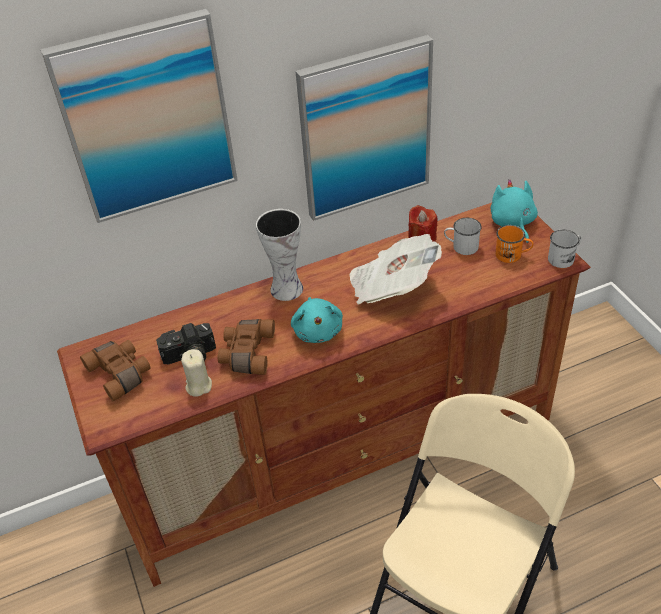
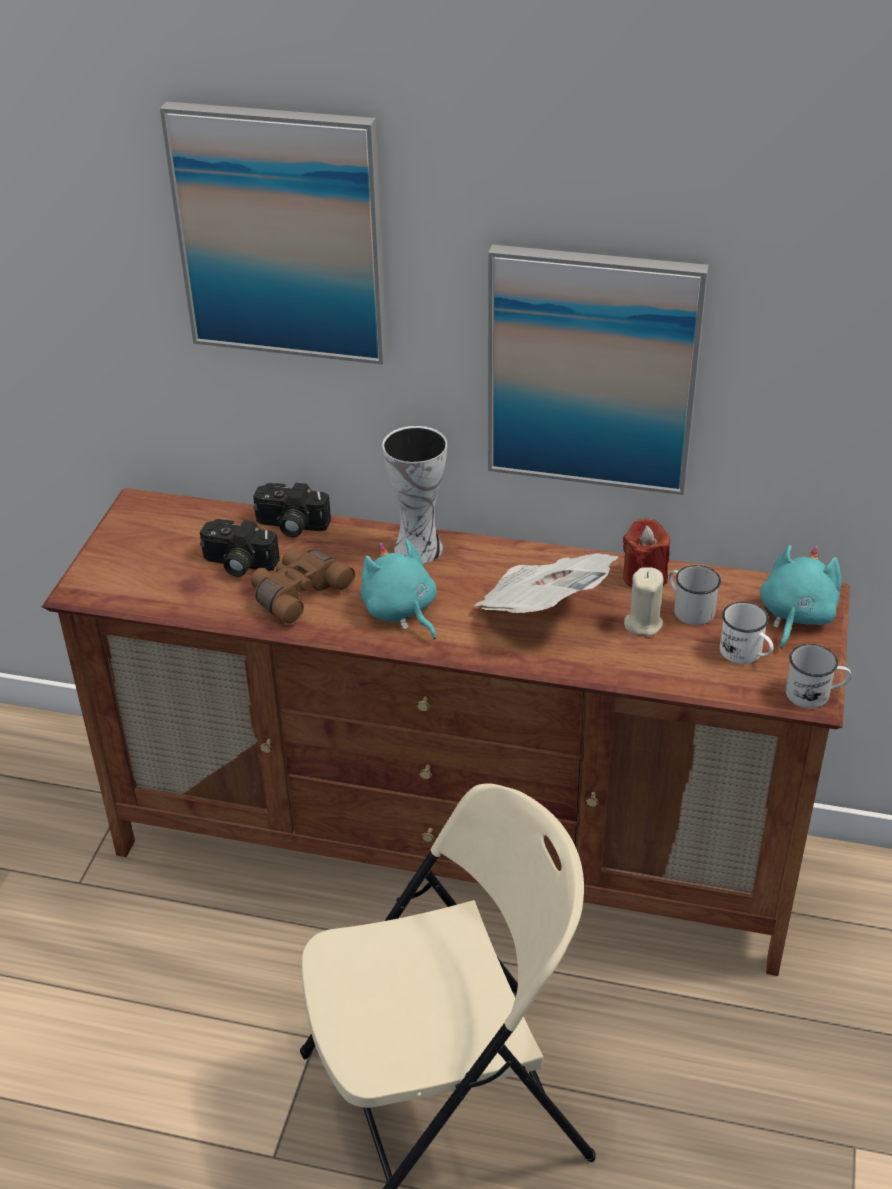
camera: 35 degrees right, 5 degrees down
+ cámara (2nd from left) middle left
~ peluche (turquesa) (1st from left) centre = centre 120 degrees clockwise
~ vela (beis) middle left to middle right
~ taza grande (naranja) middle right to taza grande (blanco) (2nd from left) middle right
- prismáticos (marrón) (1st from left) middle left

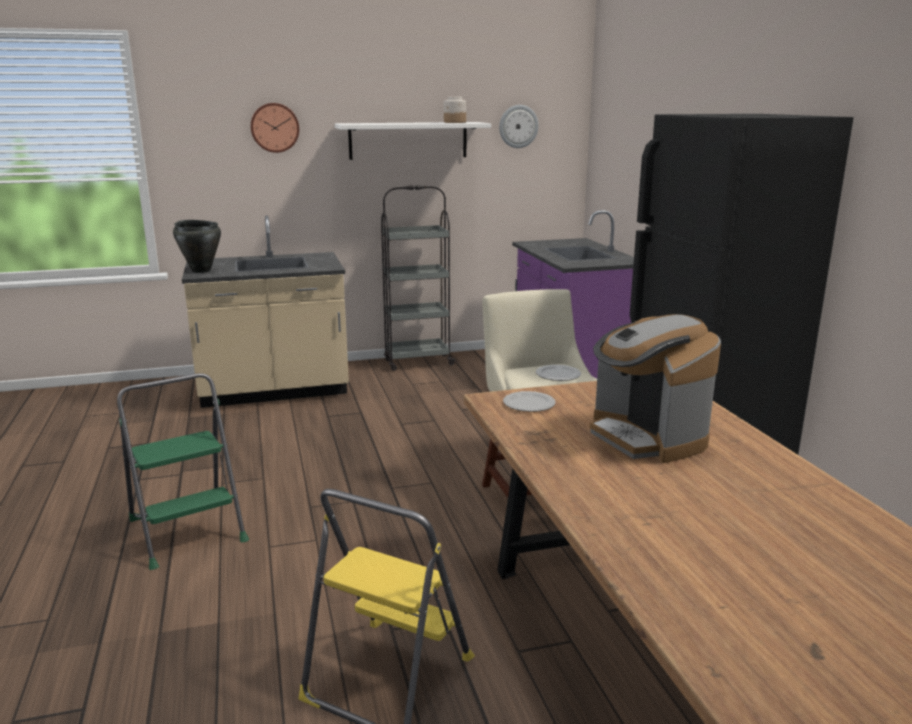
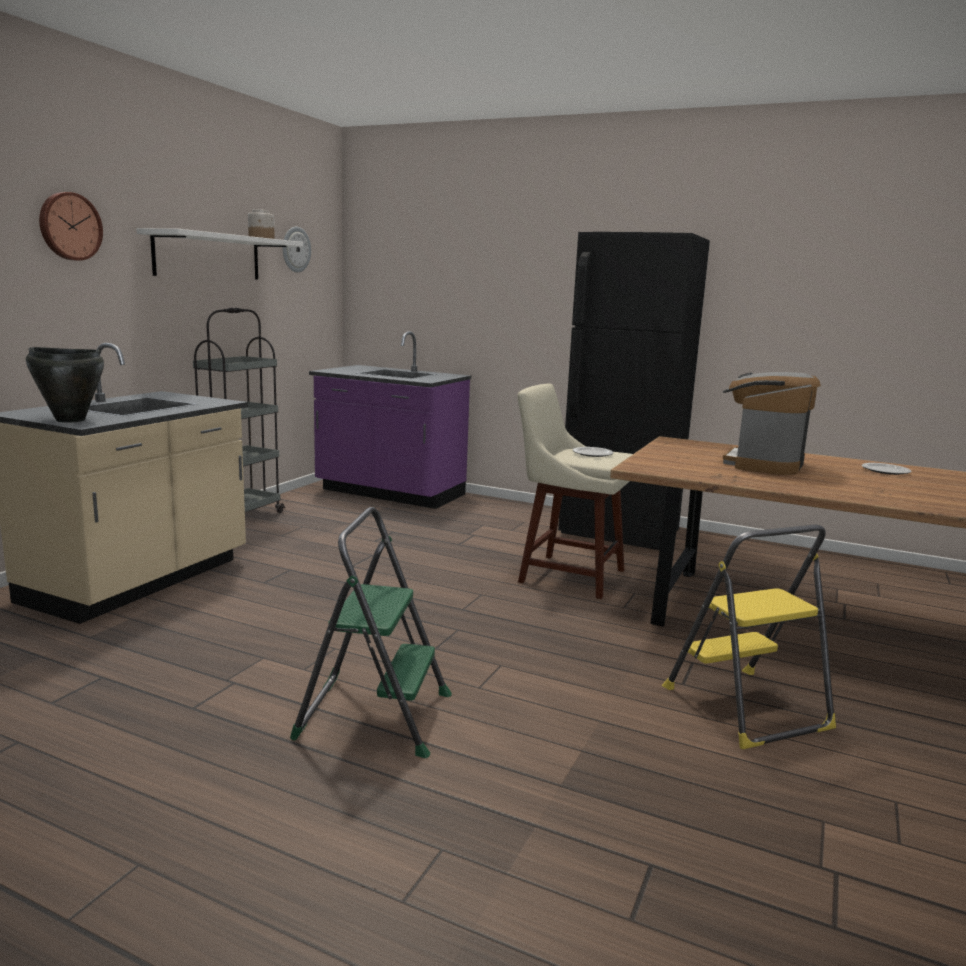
camera: 50 degrees left, 5 degrees down
~ cafetera middle right = middle right 105 degrees clockwise
~ plato (1st from left in the first image) centre to plato (2nd from left) middle right

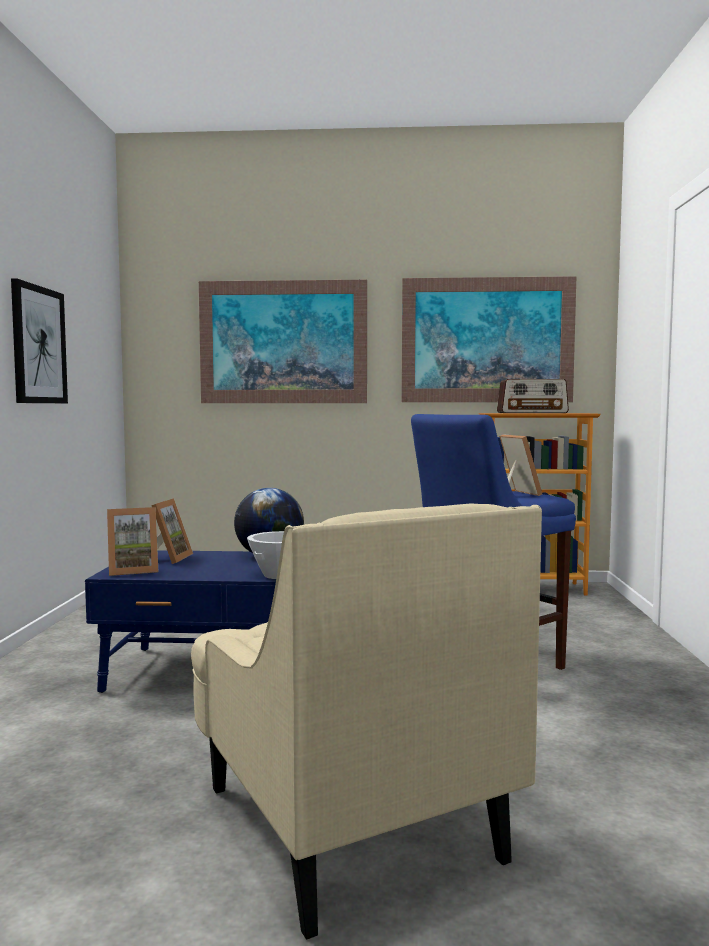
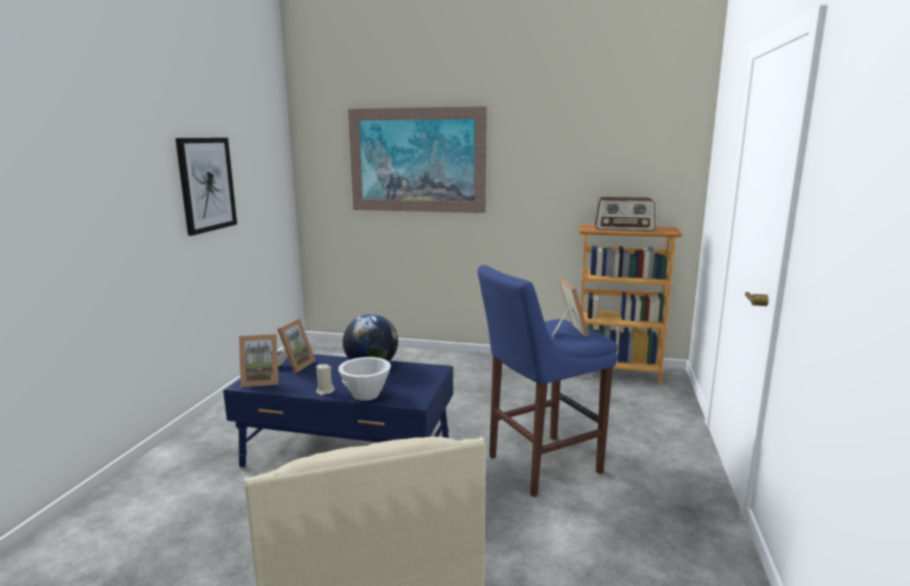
camera: 10 degrees right, 10 degrees up
+ vela (beis) centre
- cuadro (3rd from left) middle right

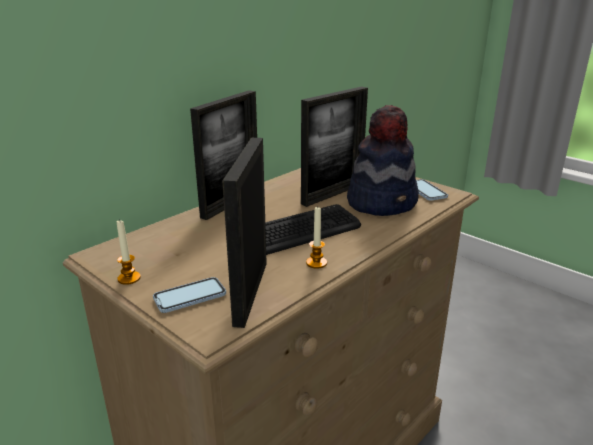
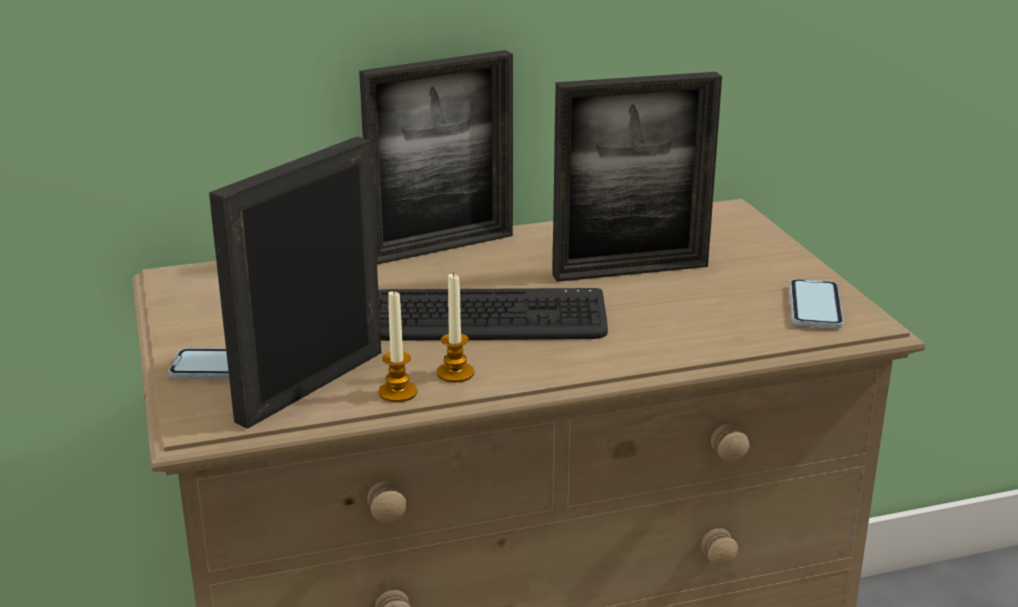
camera: 30 degrees right, 0 degrees up
~ vela (1st from left) middle left to centre
- sombrero centre

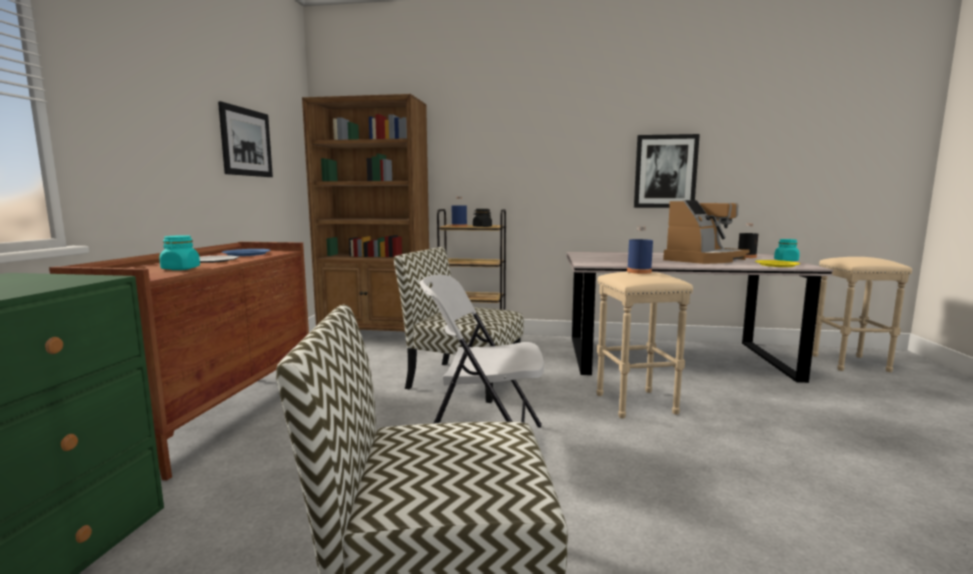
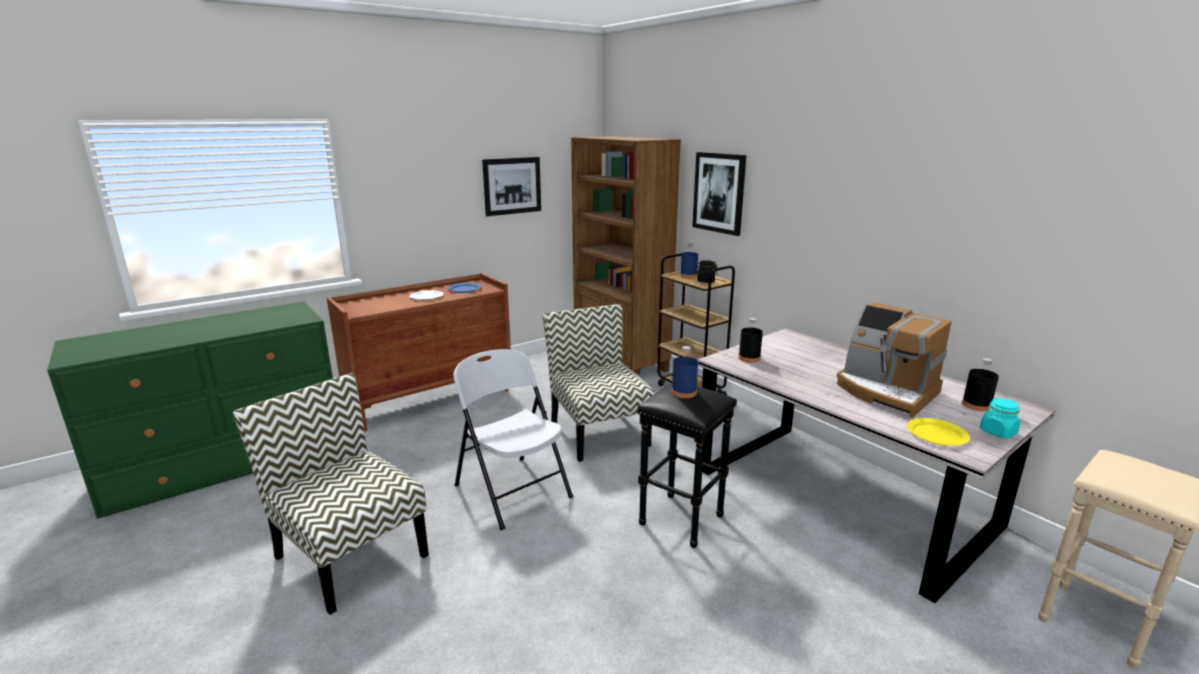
camera: 45 degrees right, 10 degrees up
~ taburete (beis) (1st from left) centre to taburete (negro) bottom centre
~ cuadro (2nd from left) top right to top centre
+ botella (negro) (1st from left) centre
~ cafetera middle right = middle right 45 degrees clockwise
- tarro (turquesa) (1st from left) middle left

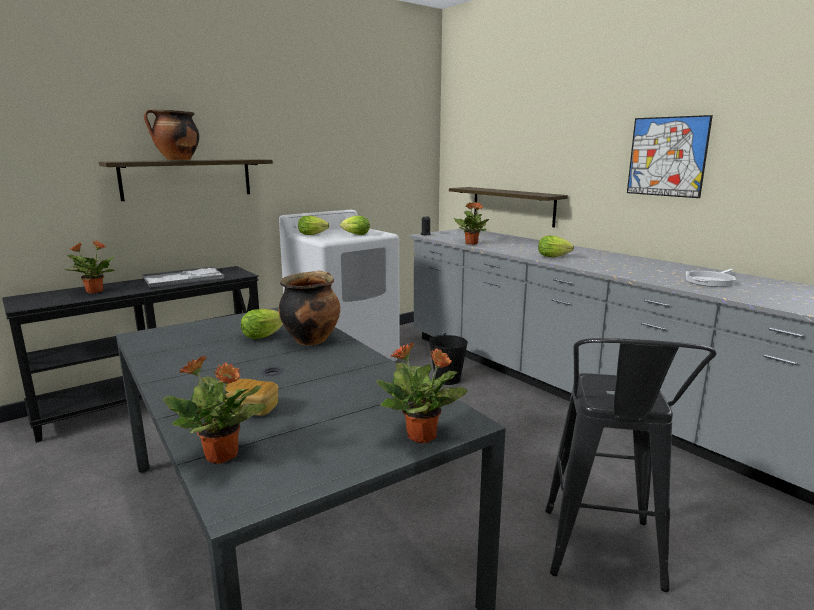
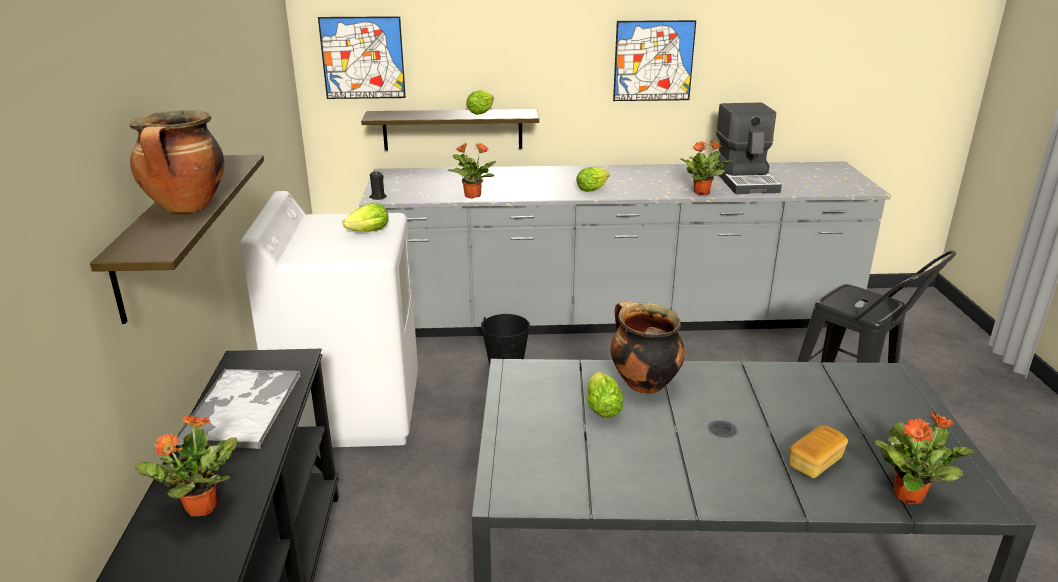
camera: 55 degrees left, 10 degrees up
+ cuadro (1st from left) top centre
~ lechuga (2nd from left) centre to top centre
~ planta en maceta (3rd from left) centre to top right
~ sartén middle right to cafetera top right

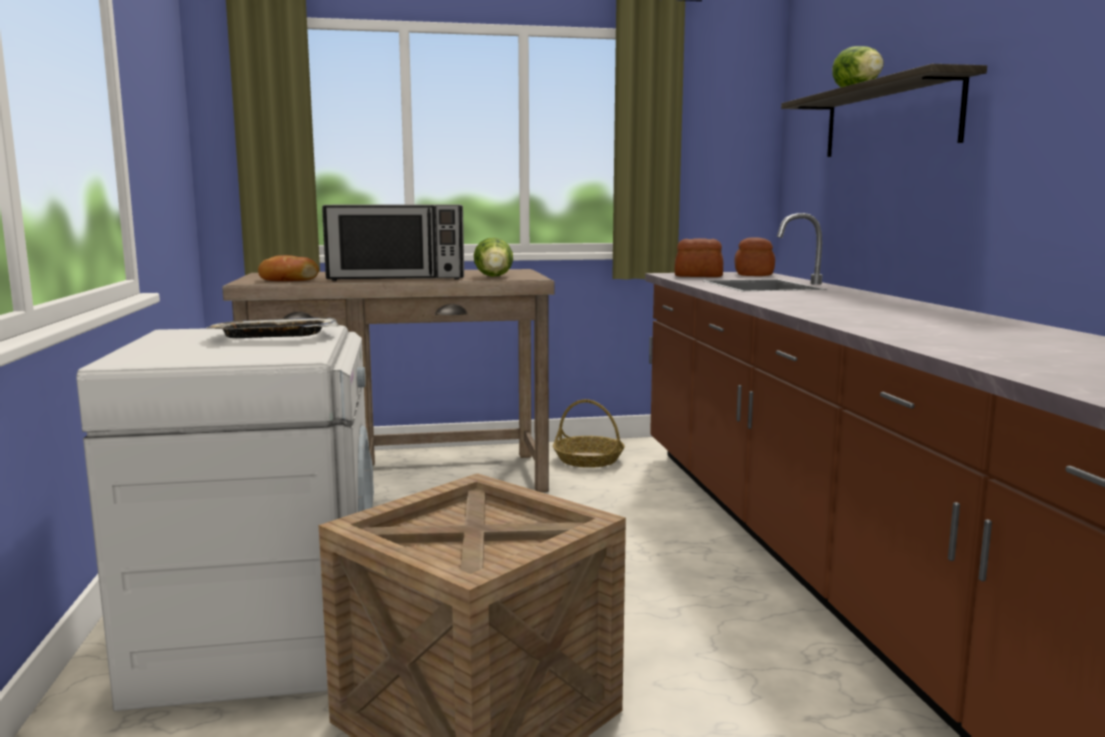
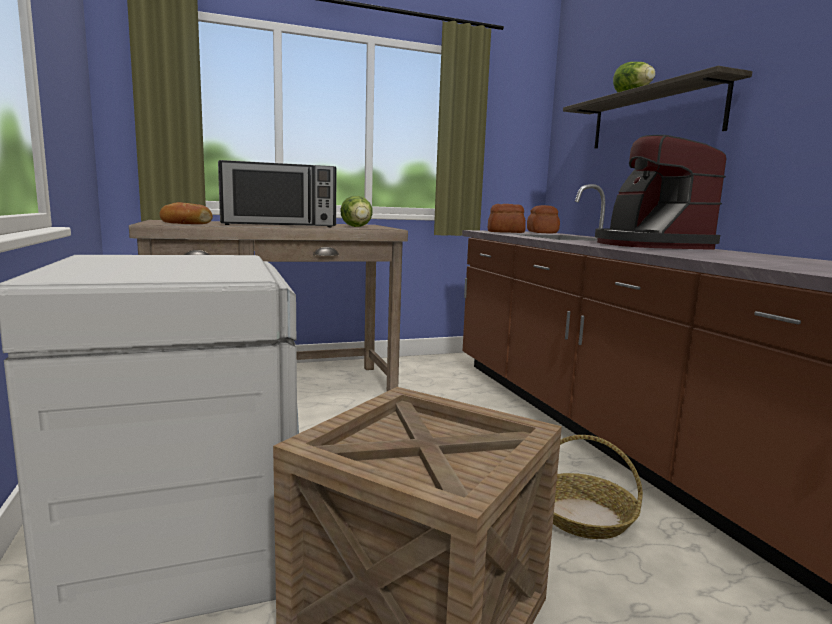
camera: 10 degrees left, 0 degrees up
~ cesta centre to bottom right
+ cafetera top right
- bandeja middle left

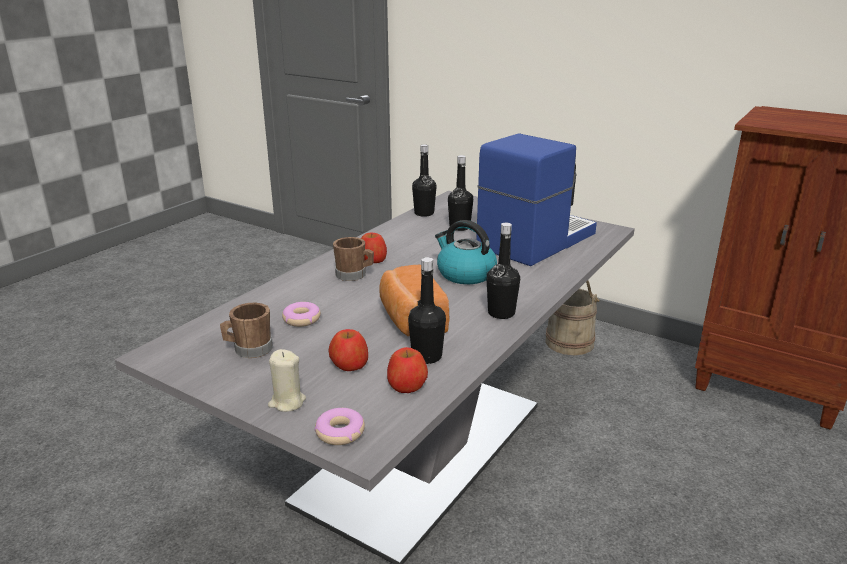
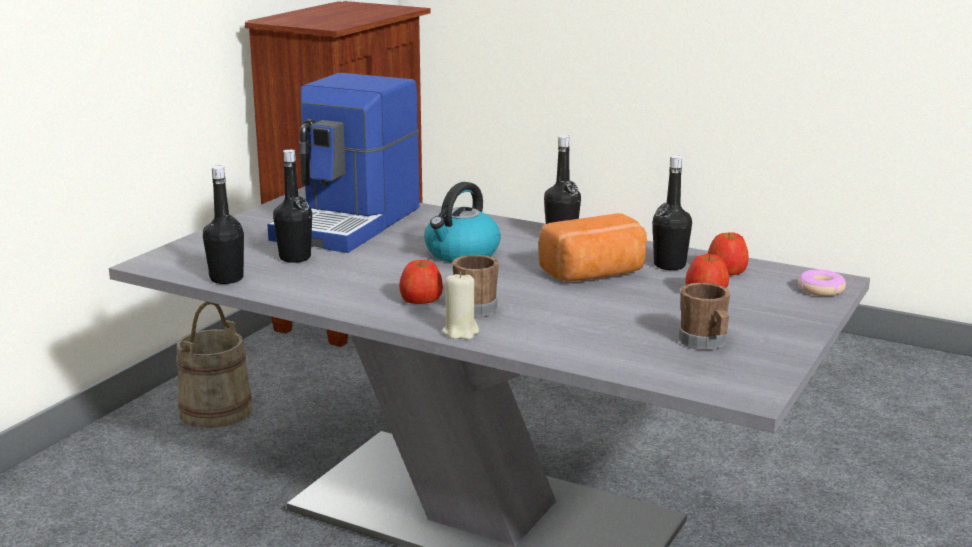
camera: 95 degrees left, 5 degrees down
~ cafetera centre = top centre 105 degrees counterclockwise
~ vela (beis) bottom centre to centre
- rosquilla (1st from left) centre

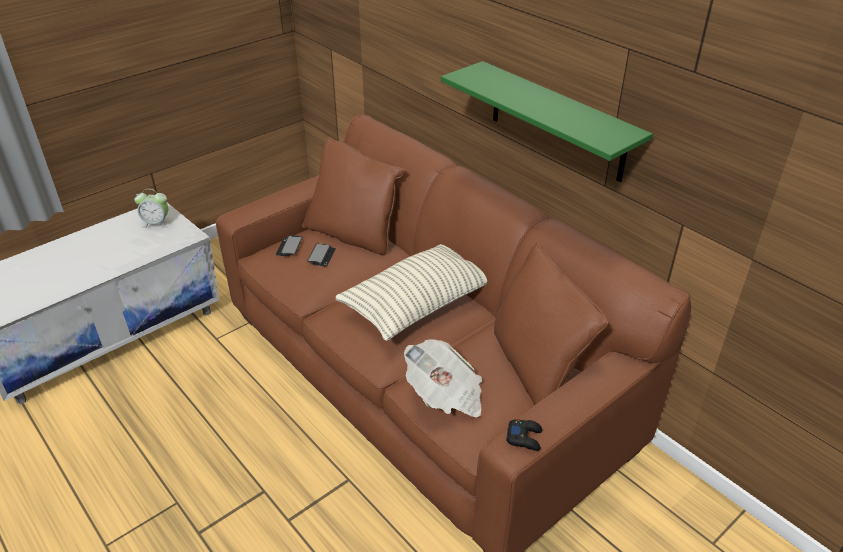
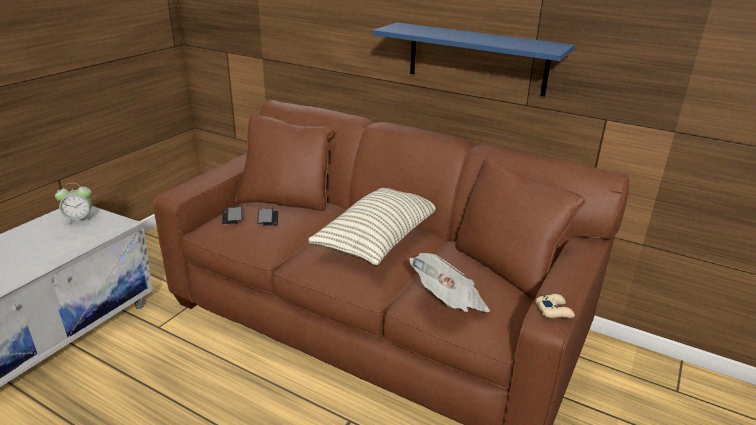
camera: 20 degrees left, 10 degrees down
~ estante (verde) top centre to estante (azul) top centre
~ mando de consola (negro) bottom centre to mando de consola (beis) bottom right

